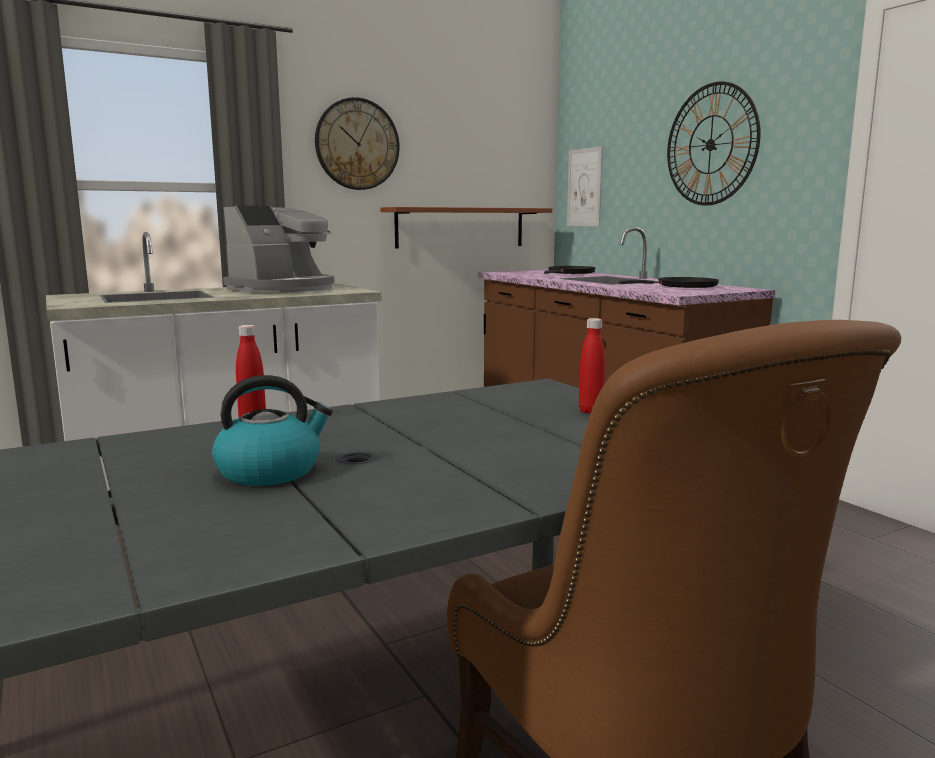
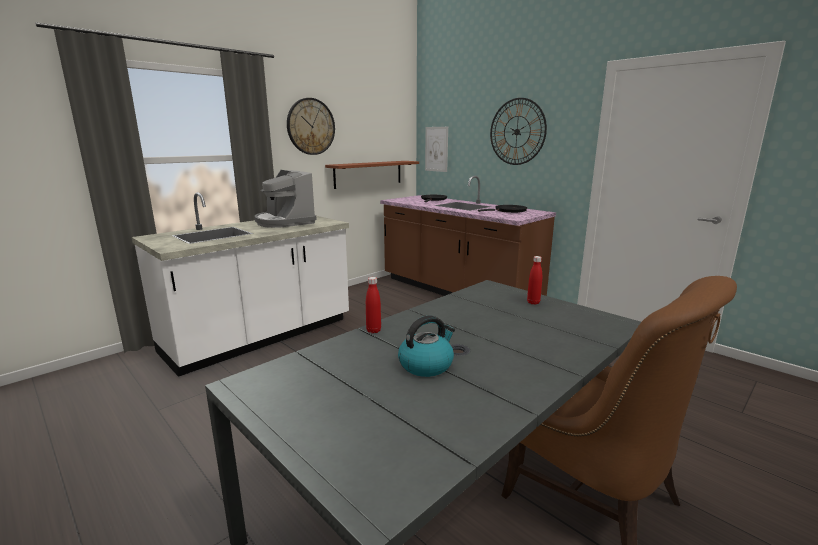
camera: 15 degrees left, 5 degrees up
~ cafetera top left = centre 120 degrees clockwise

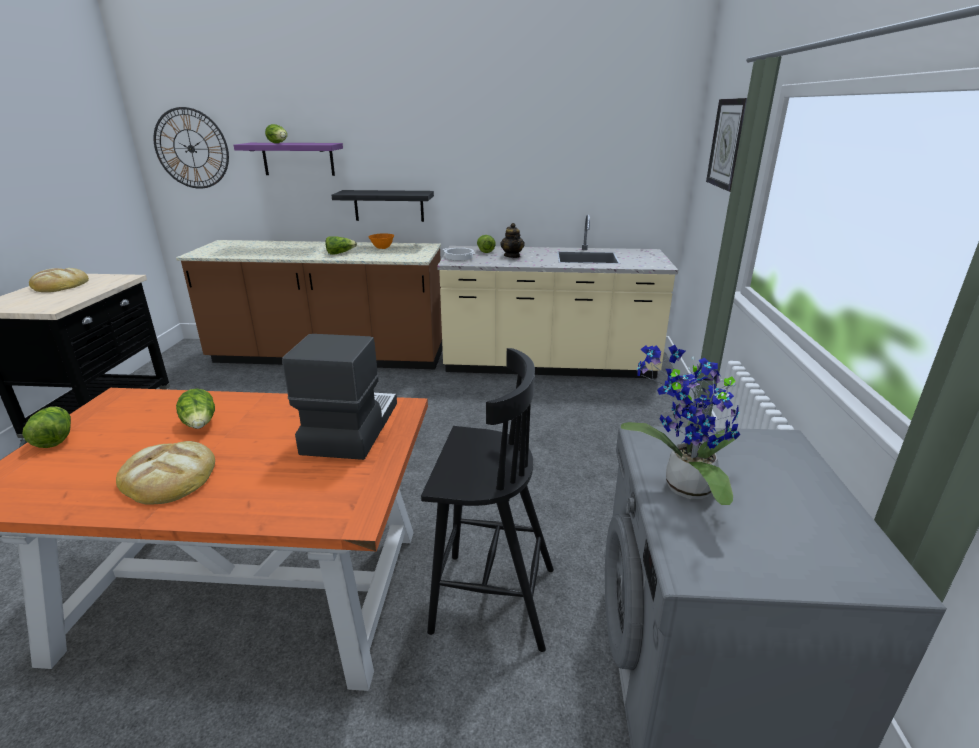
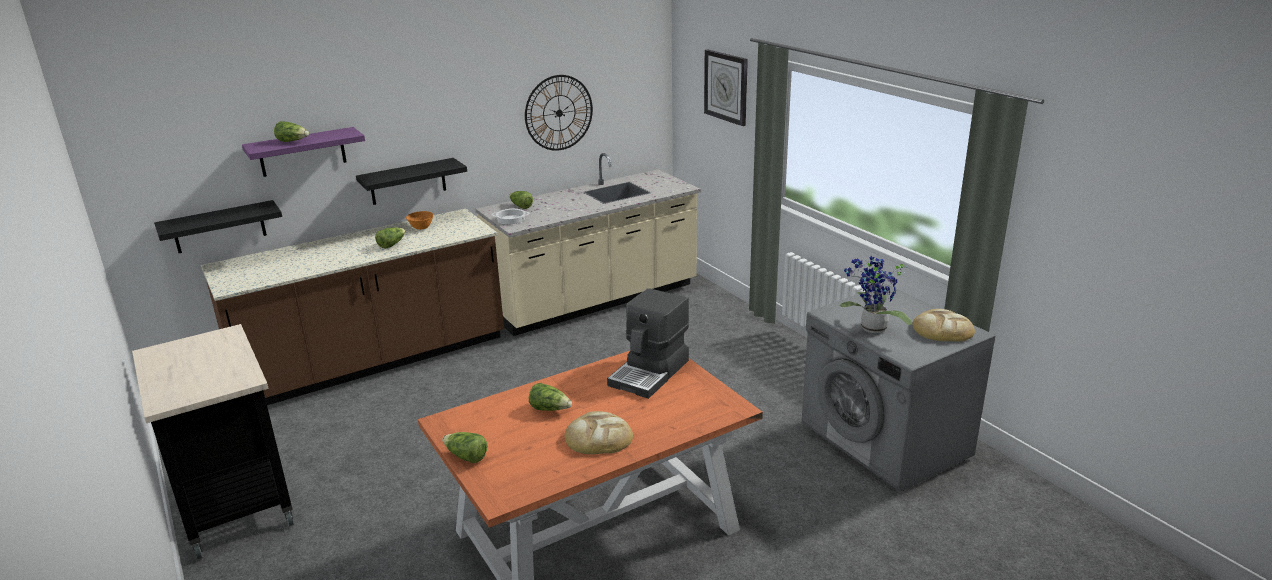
camera: 35 degrees left, 0 degrees up
+ estante (negro) (1st from left) middle left
~ reloj de pared (1st from left) top left to top centre
~ cafetera centre = centre 120 degrees counterclockwise
~ pan (1st from left in the first image) middle left to pan (2nd from left) middle right
- taburete (negro) bottom centre
- tetera top centre

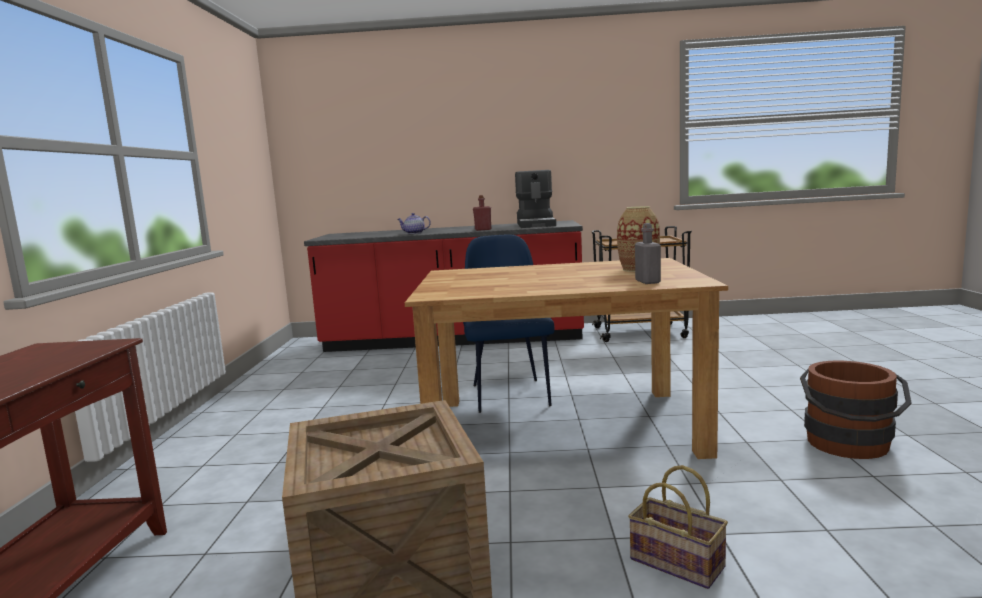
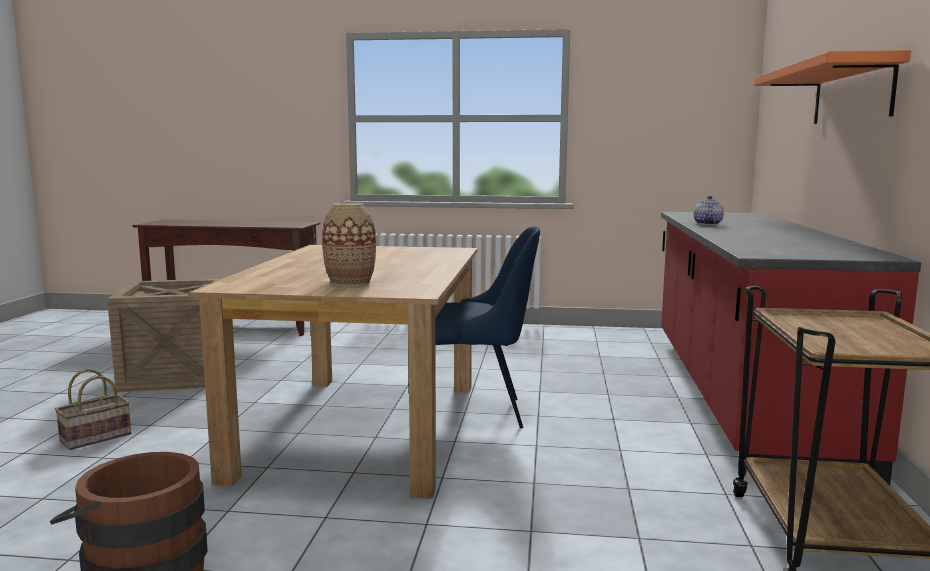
camera: 95 degrees right, 0 degrees up
+ estante (naranja) top right
- botella (rojo) centre
- cafetera top centre
- botella (gris) centre

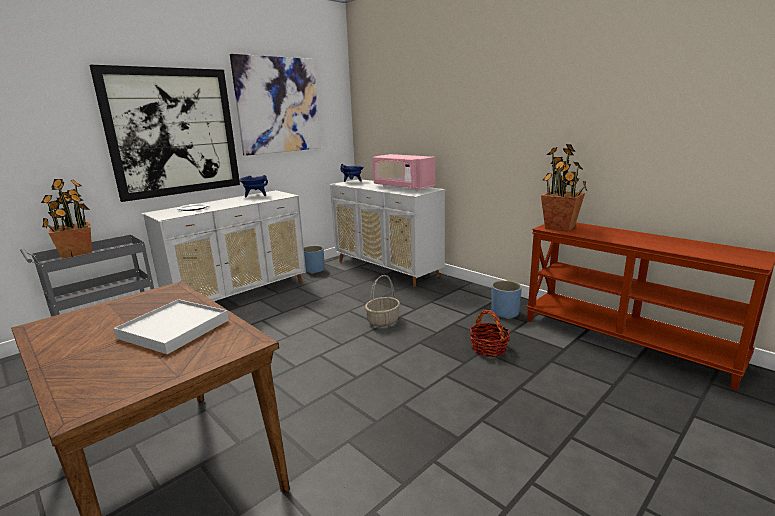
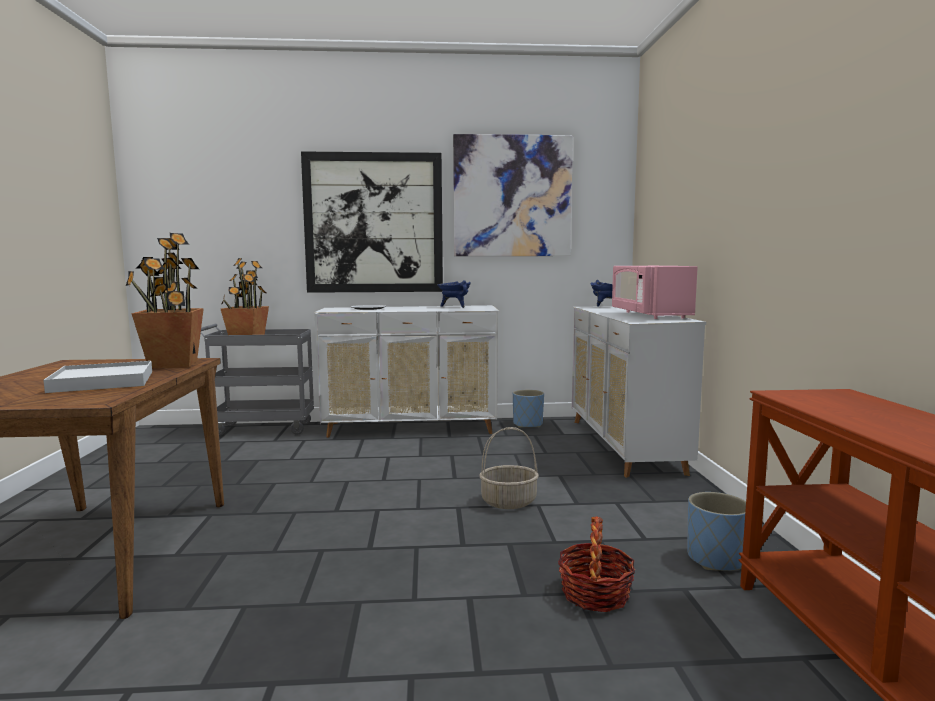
camera: 40 degrees right, 10 degrees down
~ planta en maceta (2nd from left in the first image) middle right to planta en maceta (1st from left) middle left

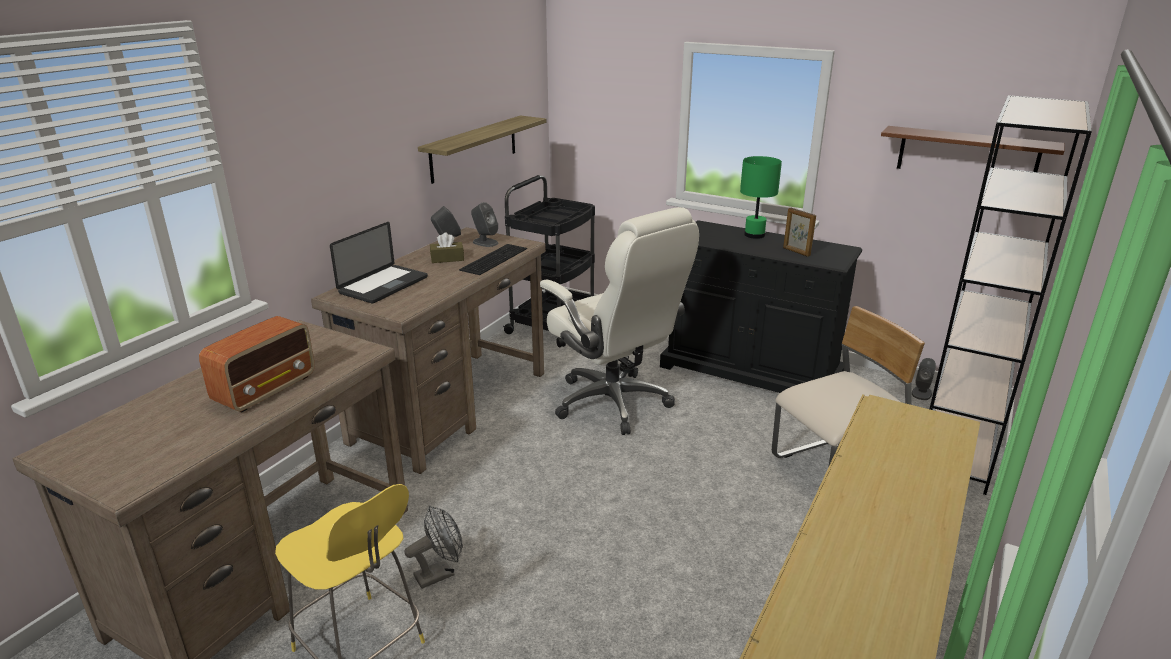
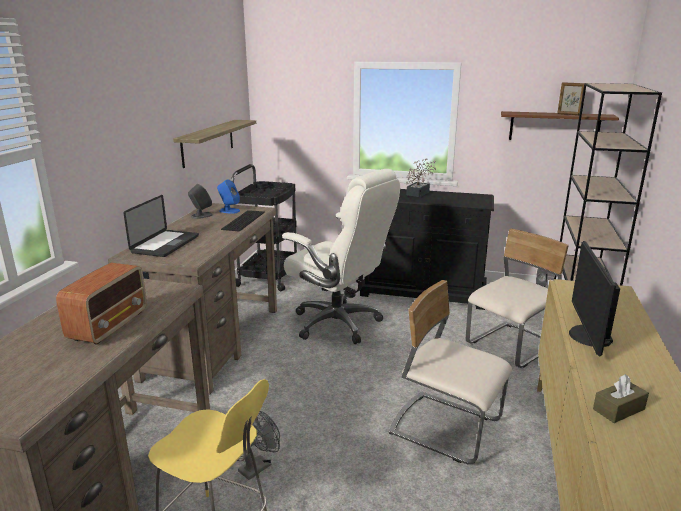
camera: 15 degrees left, 5 degrees down
~ altavoz (gris) (2nd from left) centre to altavoz (azul) centre
+ silla (beis) (1st from left) bottom centre
~ lámpara de mesa (verde) top centre to planta en maceta centre
~ portarretratos middle right to top right
+ monitor middle right
~ caja de pañuelos (marrón) centre to bottom right

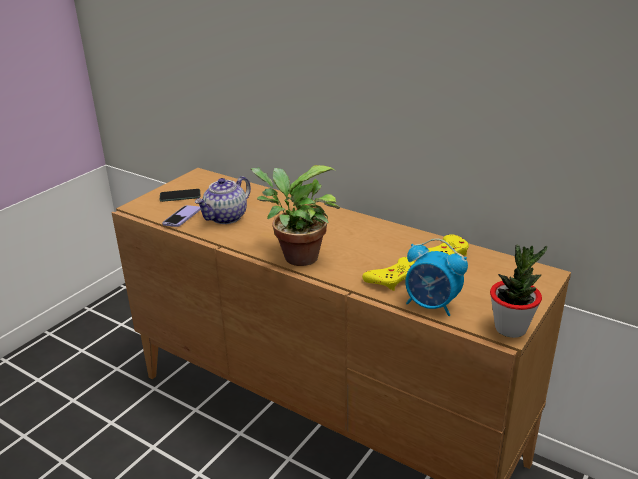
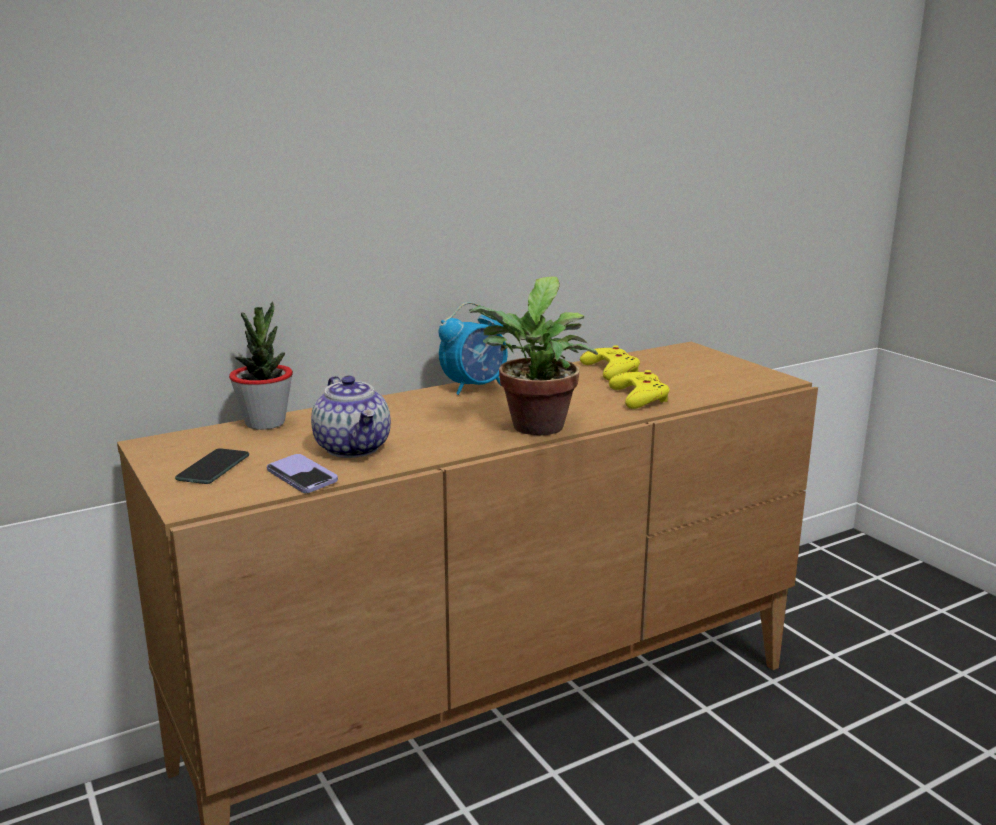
camera: 65 degrees left, 10 degrees down
~ planta en maceta (2nd from left in the first image) middle right to planta en maceta (1st from left) middle left
~ despertador middle right to centre

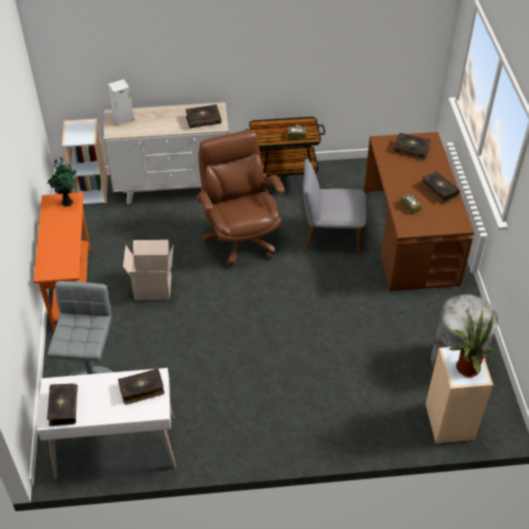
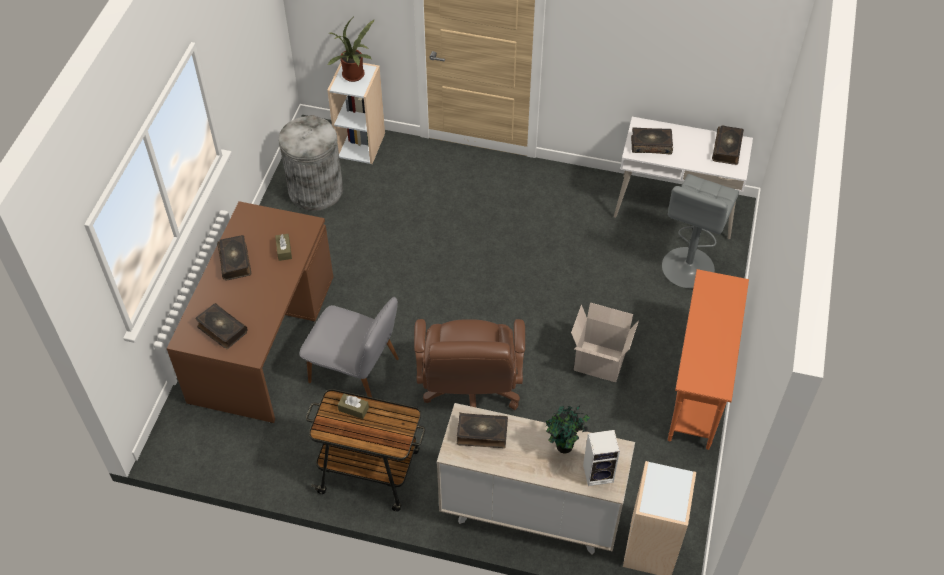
camera: 160 degrees left, 5 degrees up
~ planta en maceta (1st from left in the first image) middle left to planta en maceta (2nd from left) bottom centre

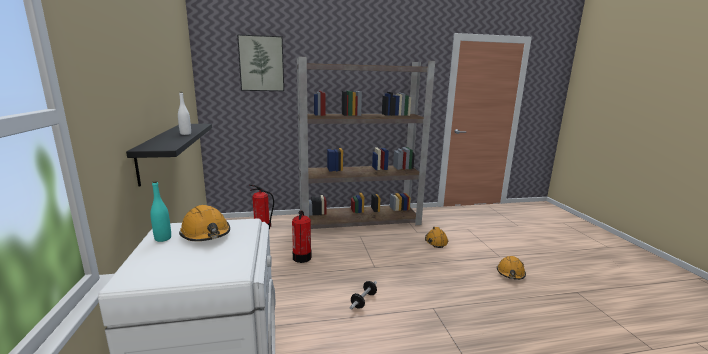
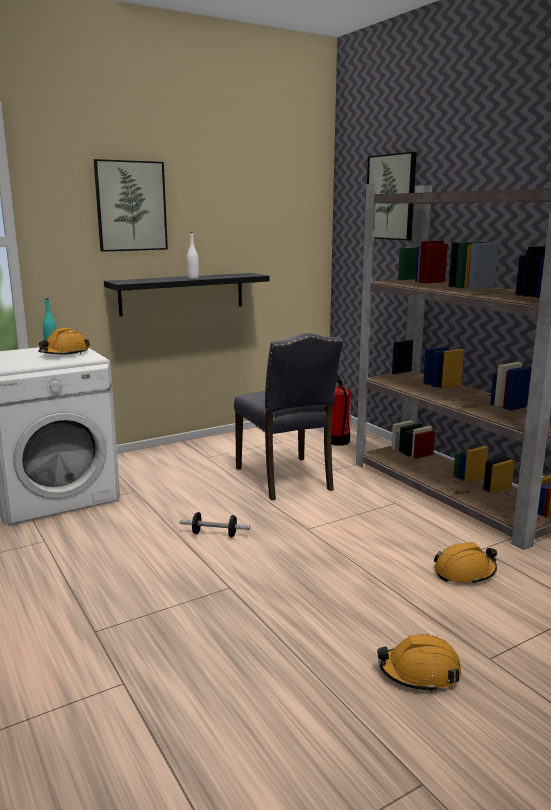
camera: 70 degrees right, 0 degrees up
+ cuadro (1st from left) top left
~ extintor (2nd from left) bottom centre to silla (gris) centre

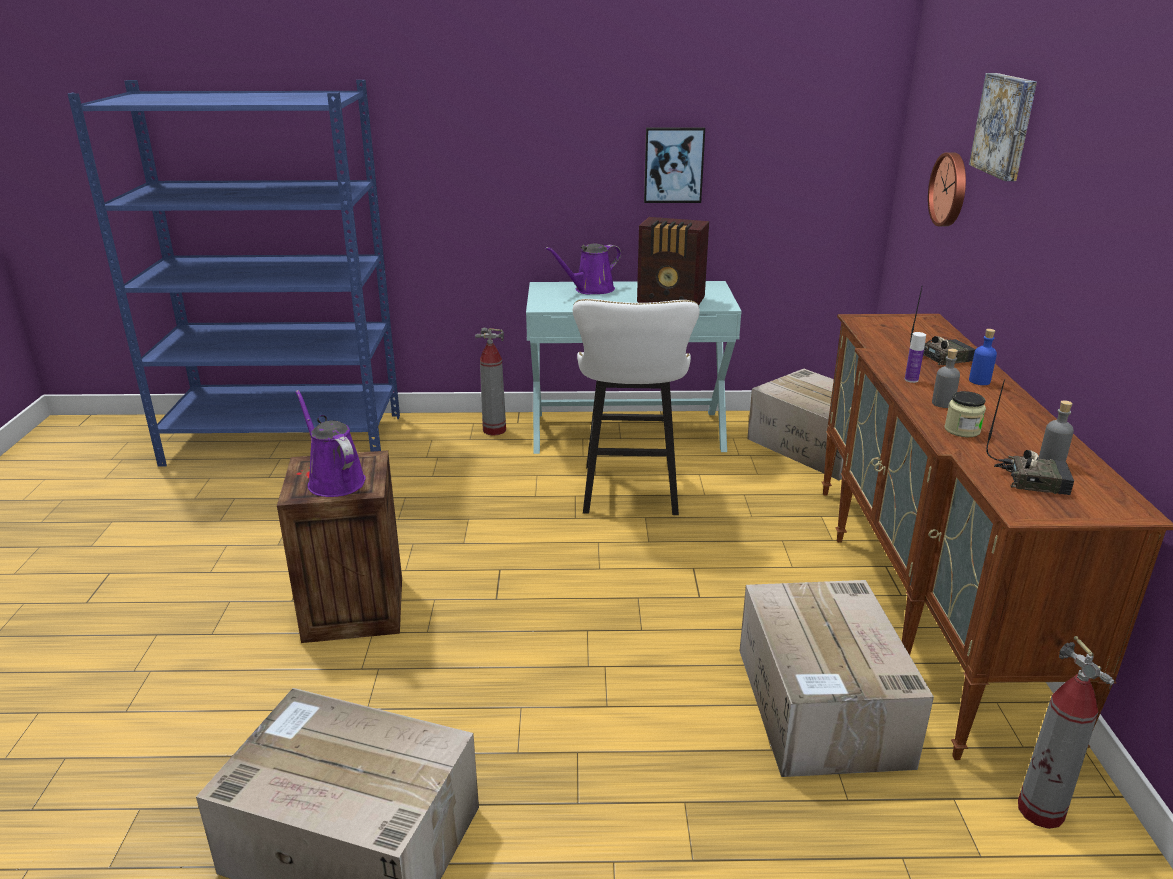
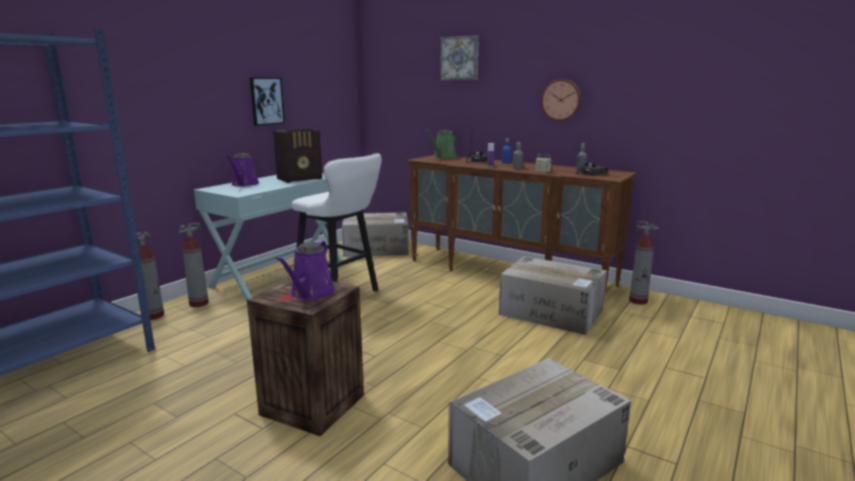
camera: 55 degrees left, 10 degrees down
+ extintor (1st from left) middle left
~ regadera (morado) (1st from left in the first image) middle left = centre 75 degrees counterclockwise
+ regadera (verde) top centre
~ reloj de pared top right to top centre

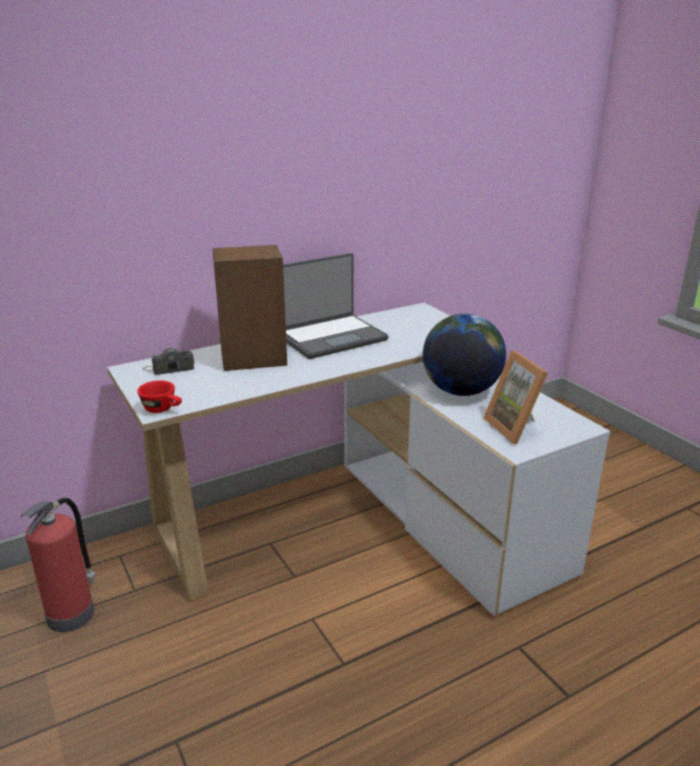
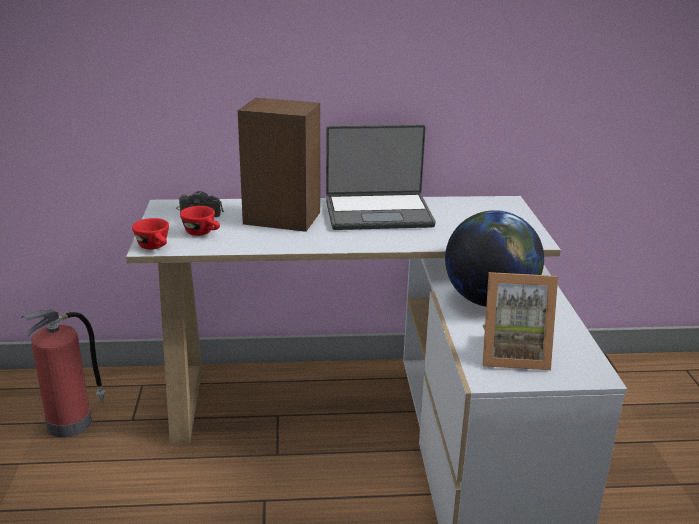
camera: 25 degrees right, 0 degrees up
+ taza (rojo) (2nd from left) middle left
~ portarretratos middle right = middle right 90 degrees counterclockwise

